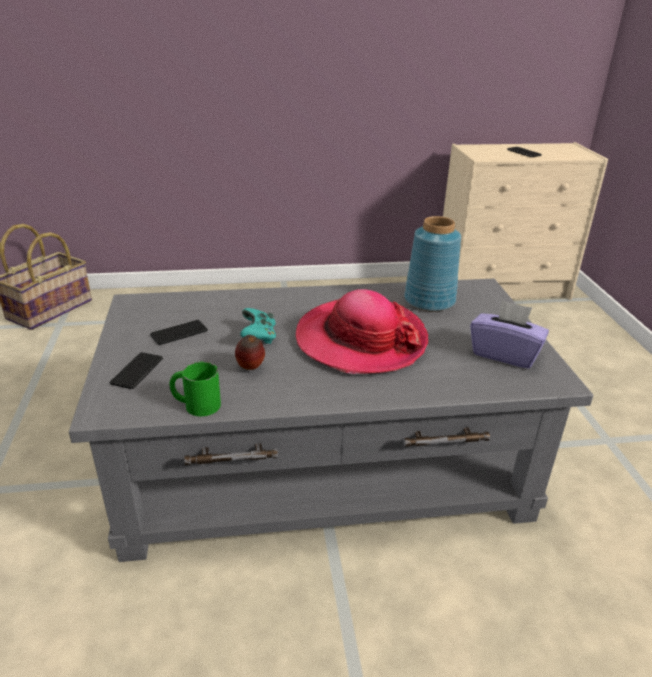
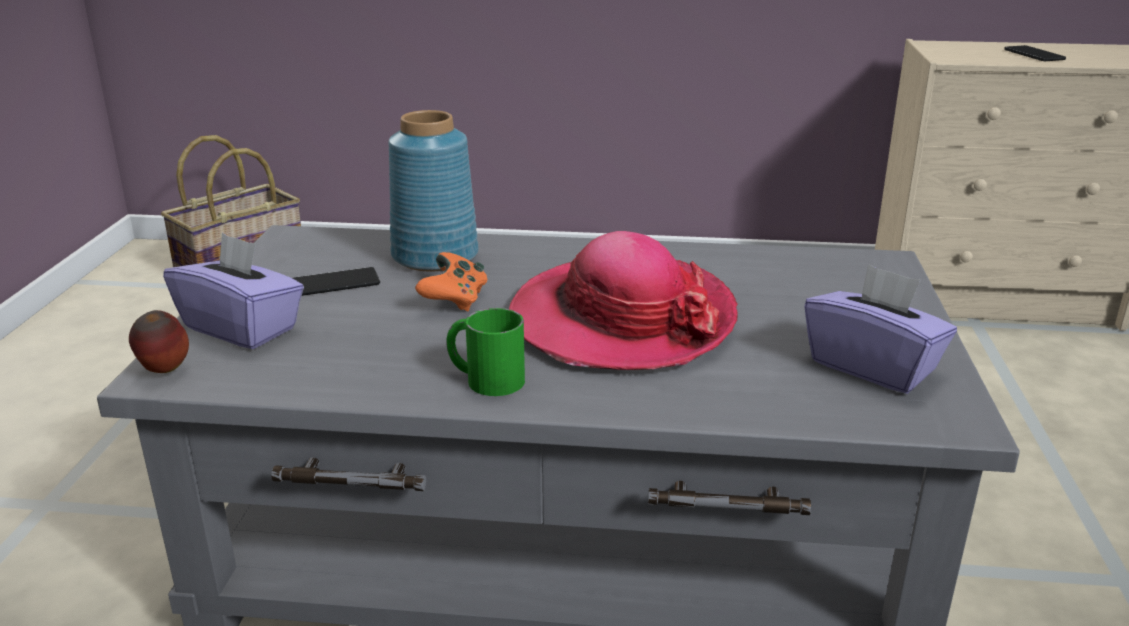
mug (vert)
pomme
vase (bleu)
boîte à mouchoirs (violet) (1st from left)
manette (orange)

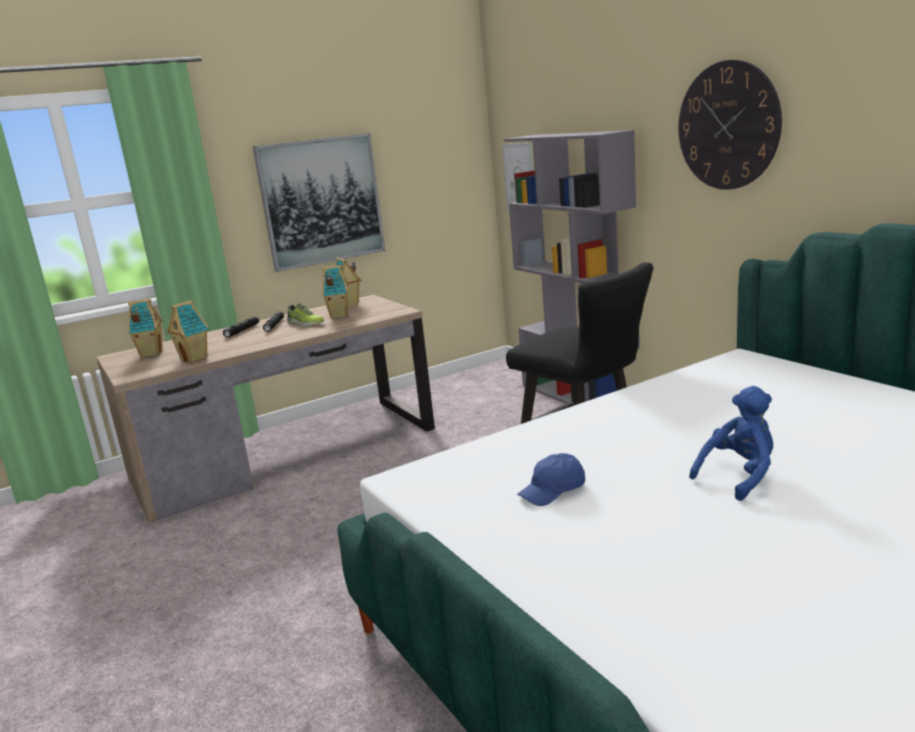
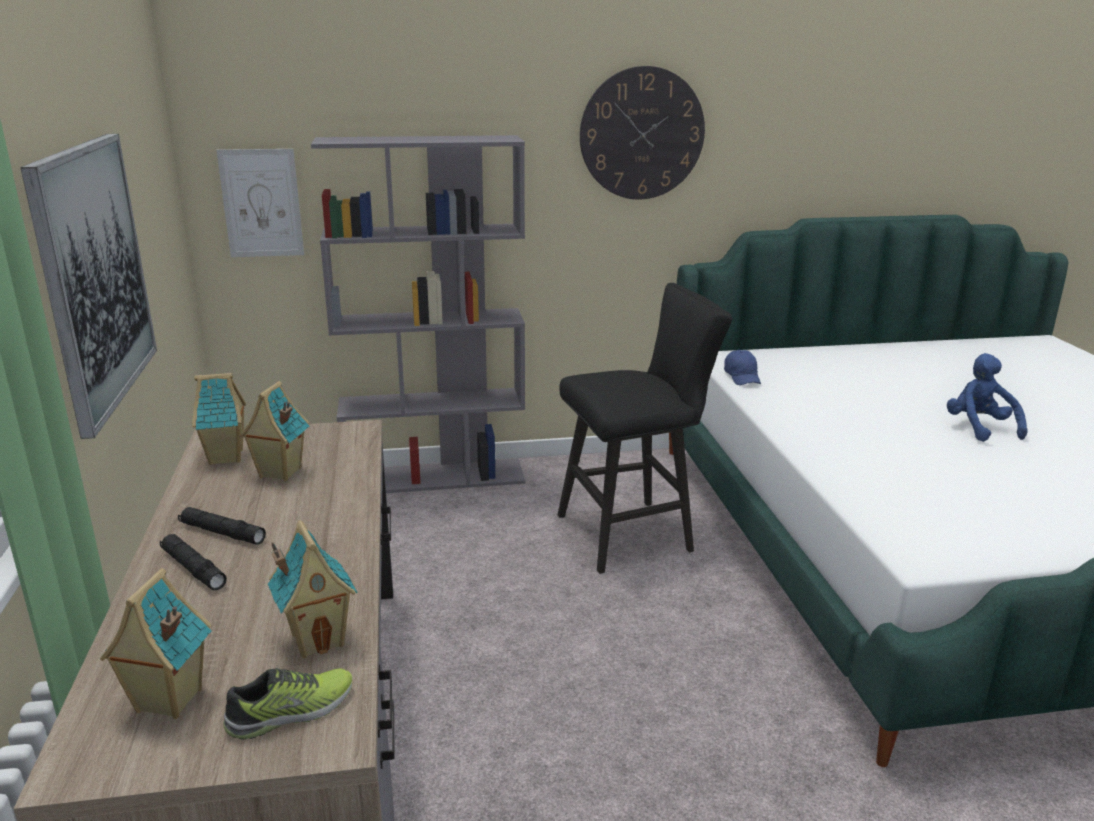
chaussure
casquette (bleu)

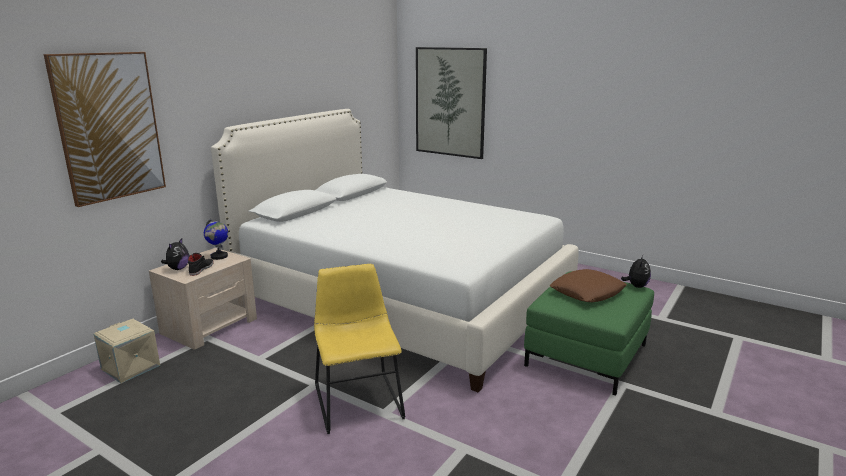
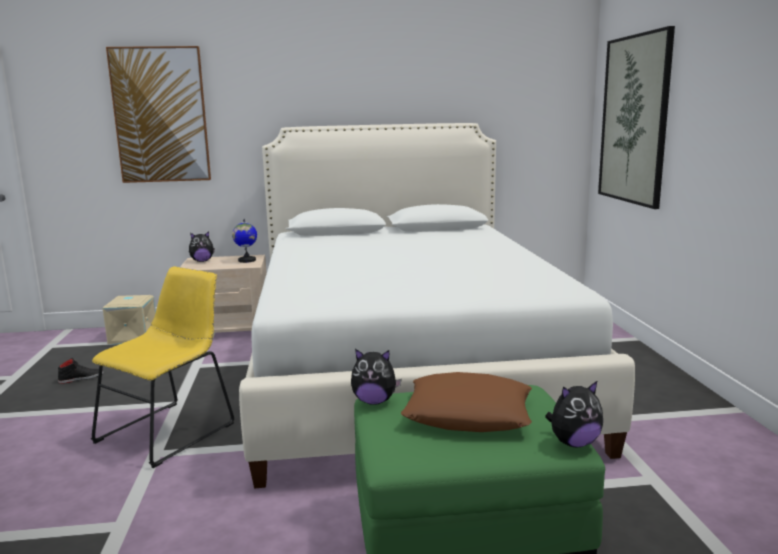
peluche (2nd from left)
chaussure (noir)

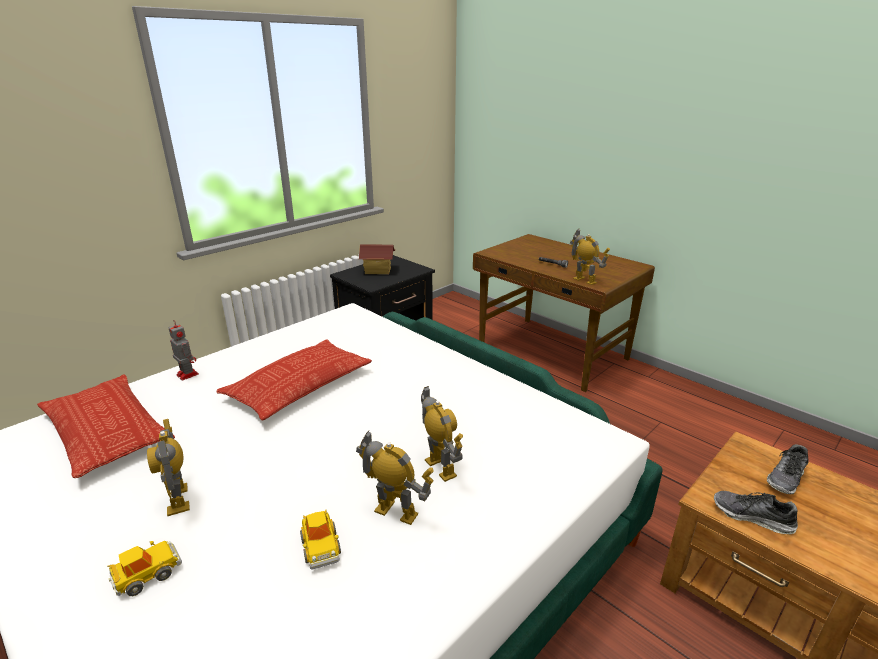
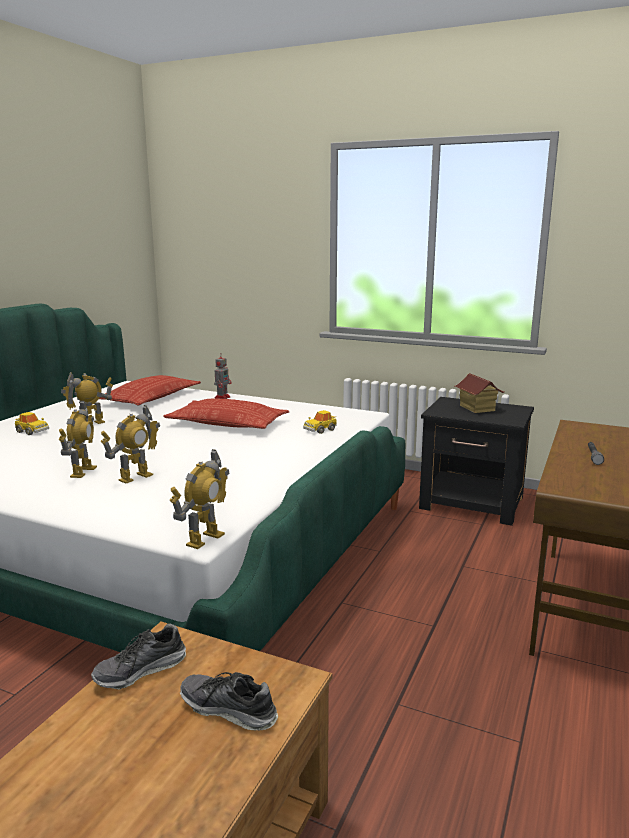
petite voiture (2nd from left)
robot jouet (4th from left)
chaussure (1st from left)

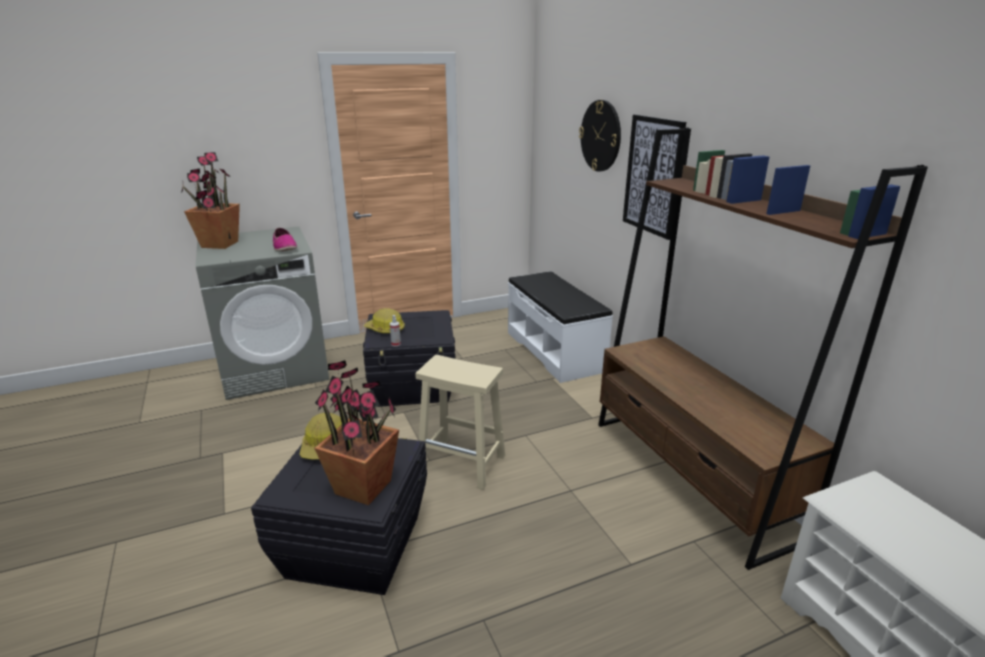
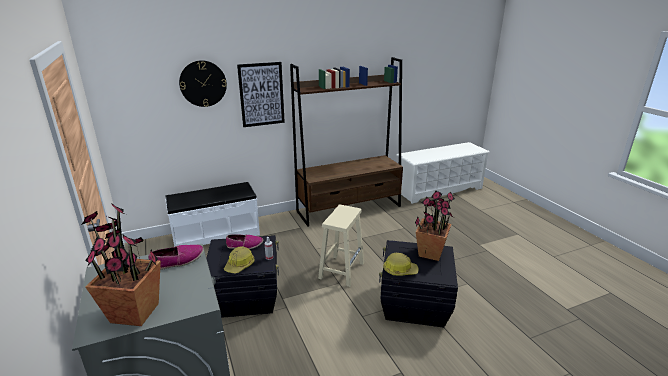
chaussure (2nd from left)

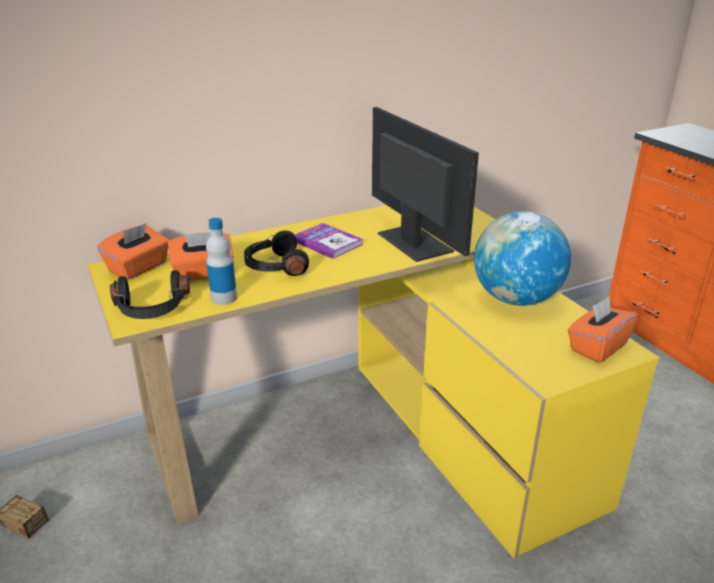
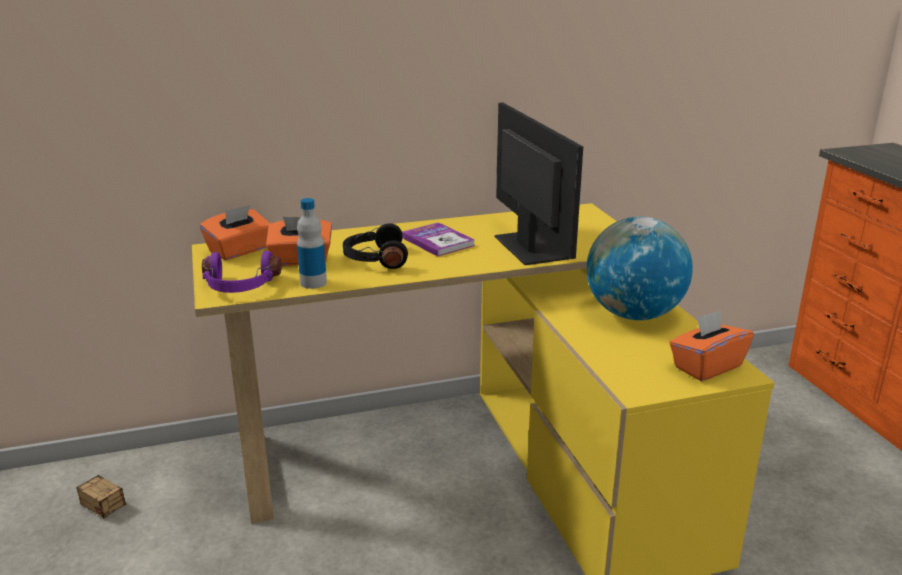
casque audio (violet)

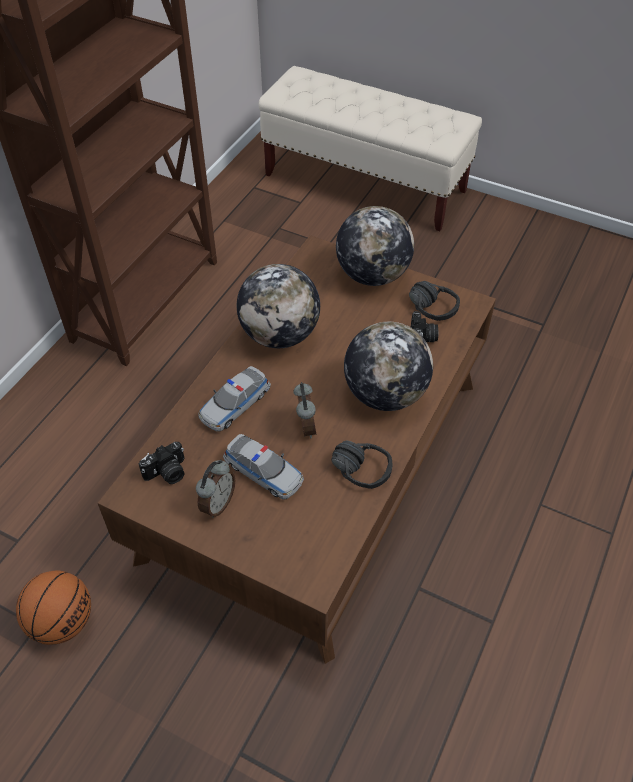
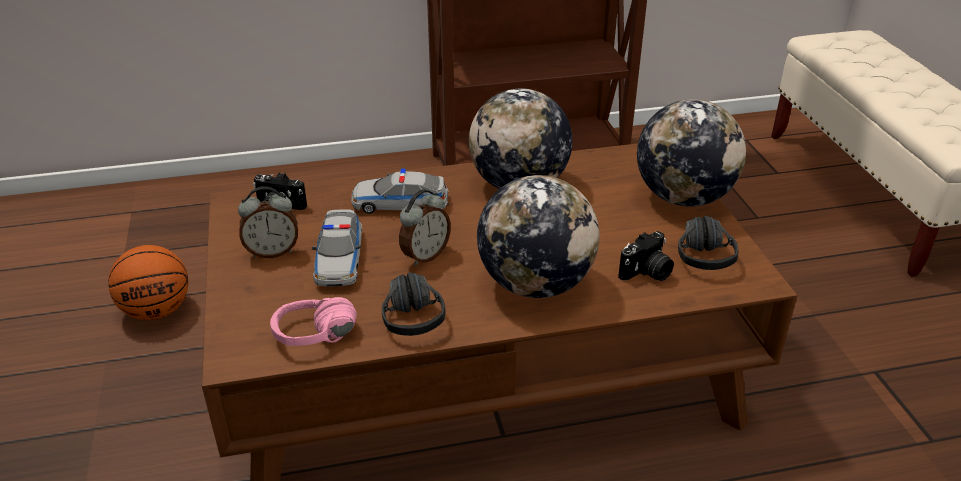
casque audio (rose)

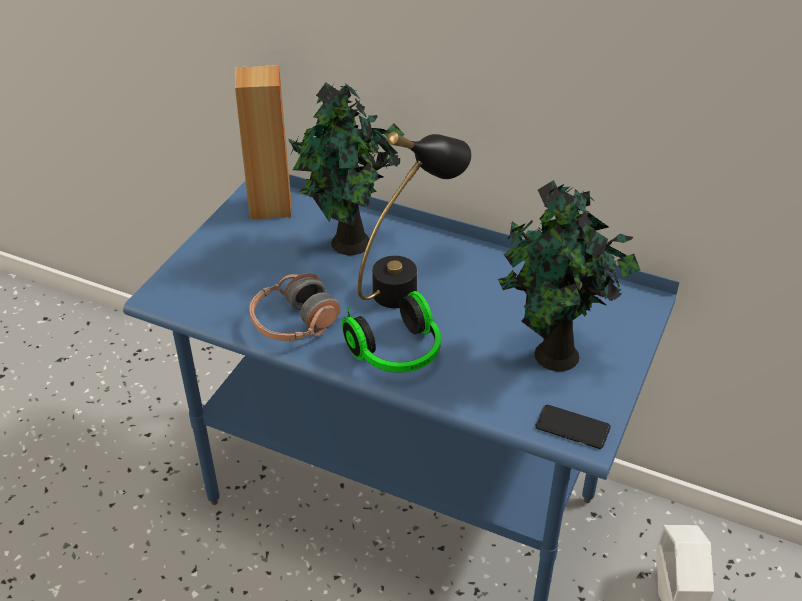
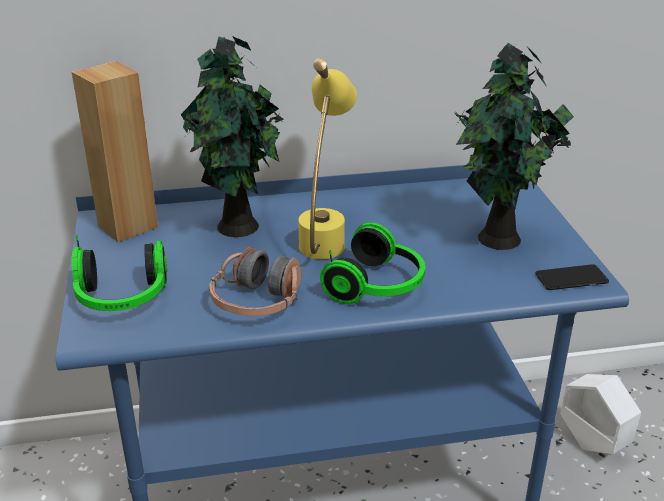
casque audio (1st from left)
lampe de table (jaune)

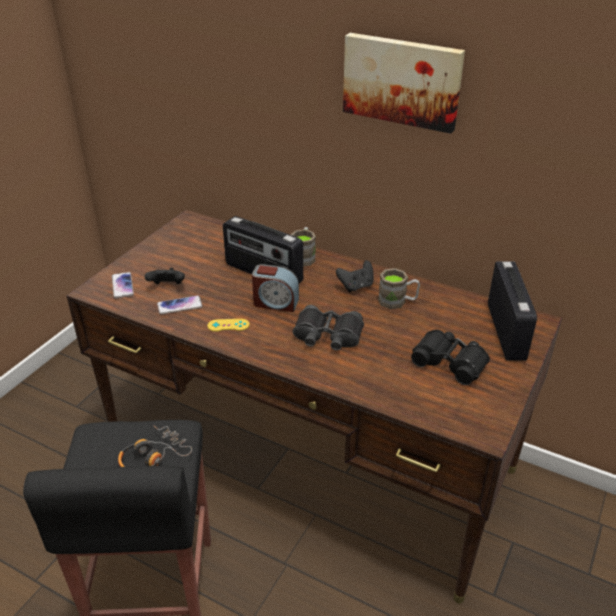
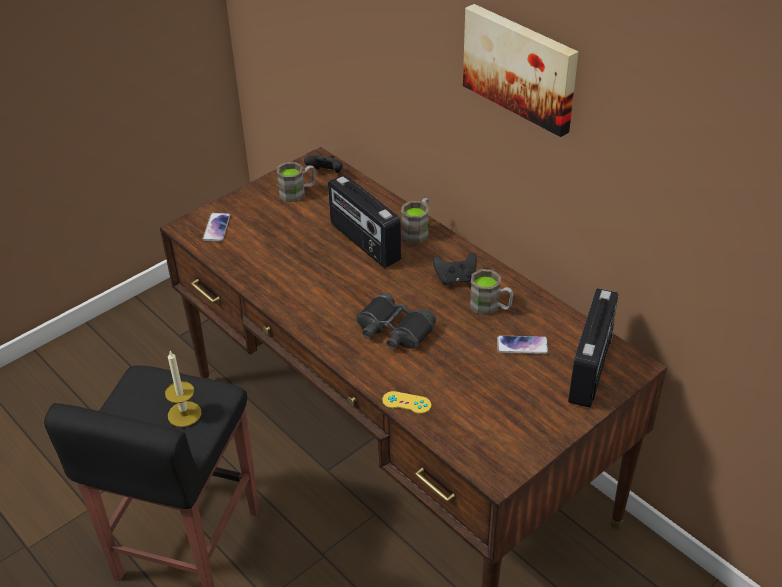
réveil
jumelles (noir) (2nd from left in the first image)
mug (marron) (1st from left)
manette (noir) (1st from left)
téléphone (2nd from left)
manette (jaune)
bougie

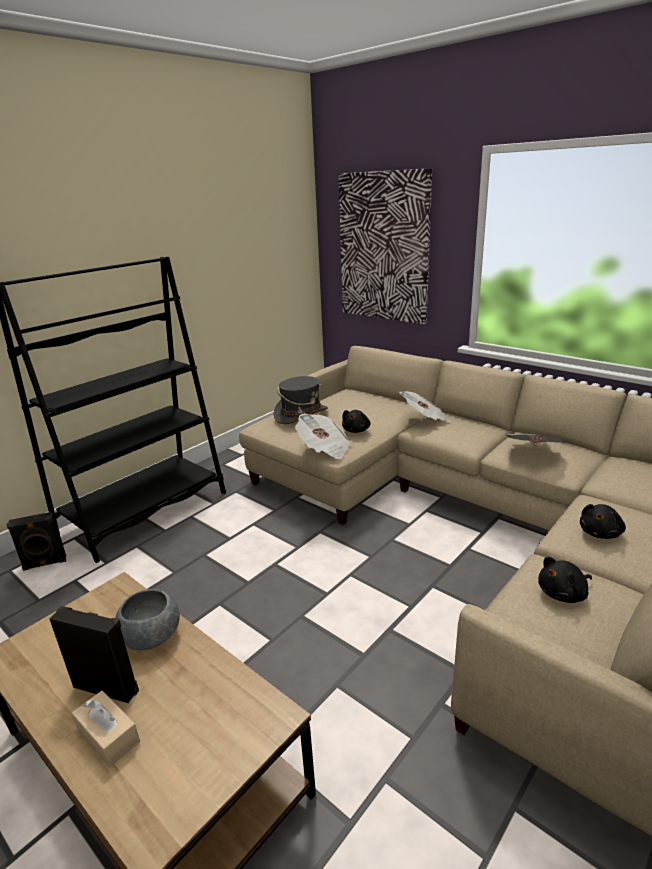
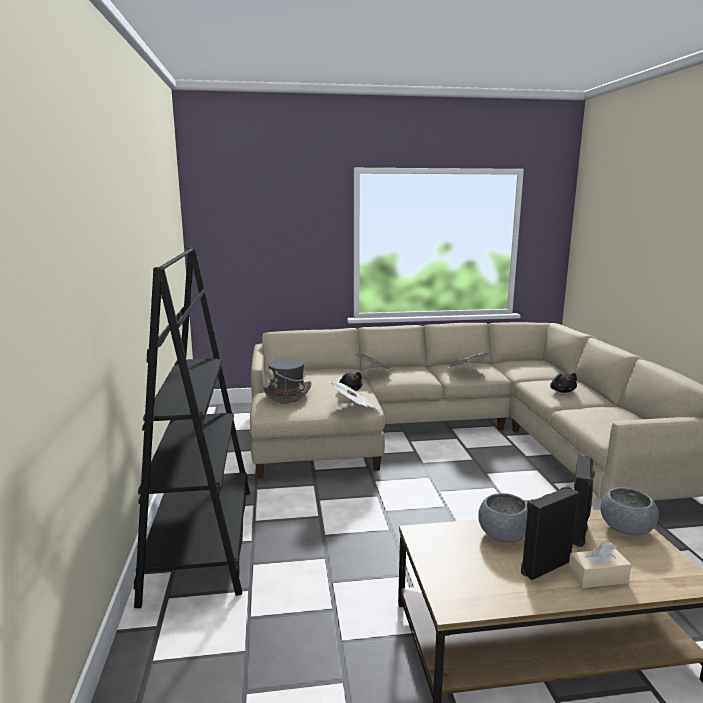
tableau
peluche (noir) (2nd from left in the first image)
bol (gris) (2nd from left)
enceinte (noir) (2nd from left)

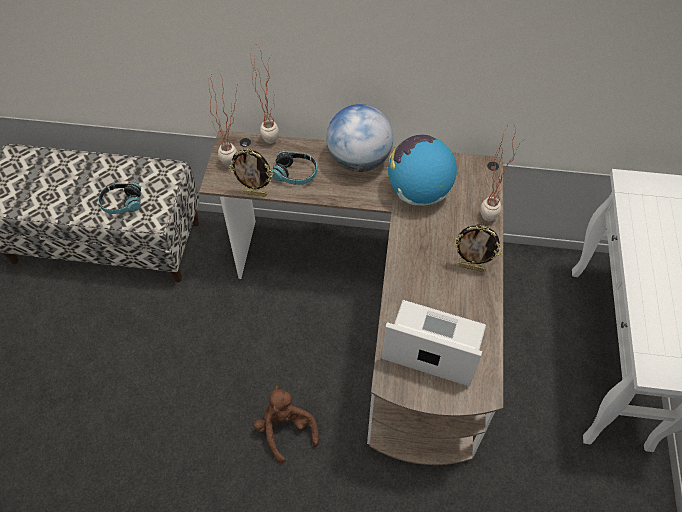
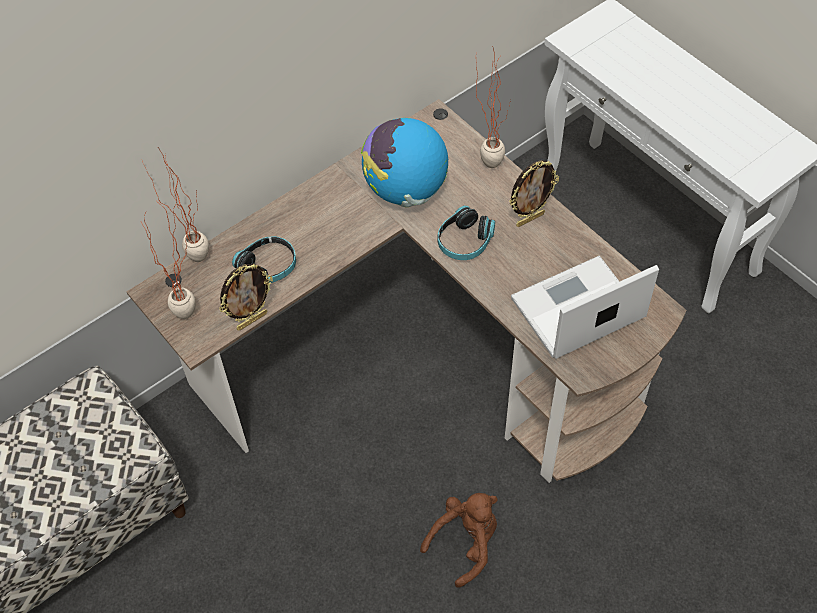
globe (1st from left in the first image)
casque audio (2nd from left)
peluche (marron)

